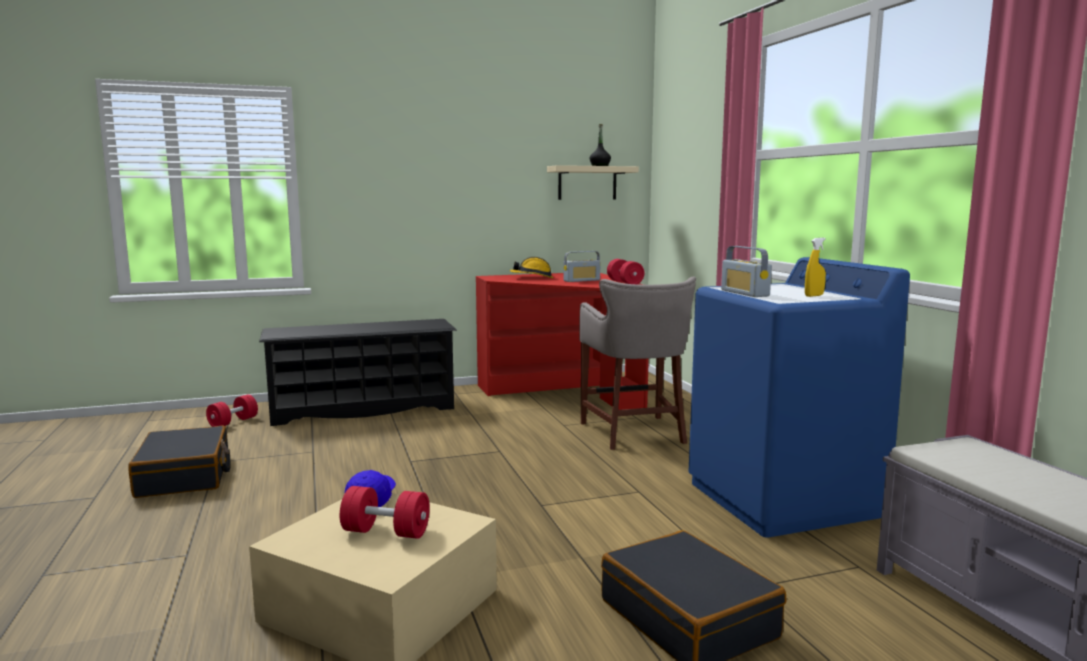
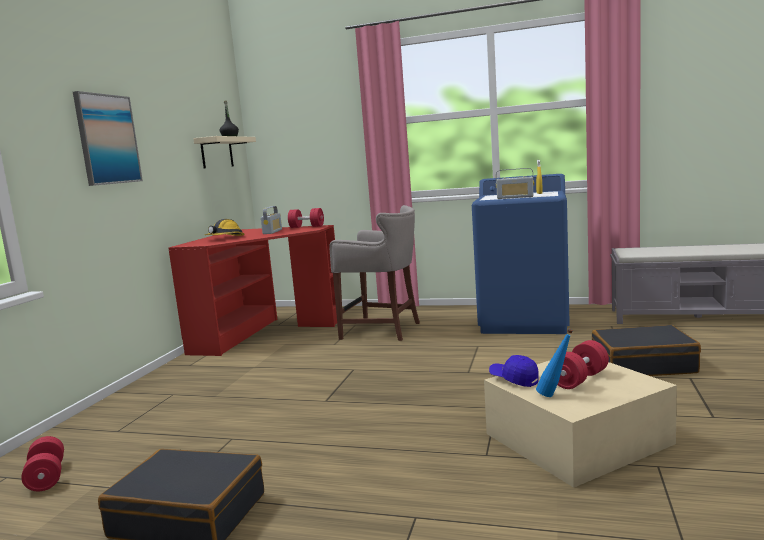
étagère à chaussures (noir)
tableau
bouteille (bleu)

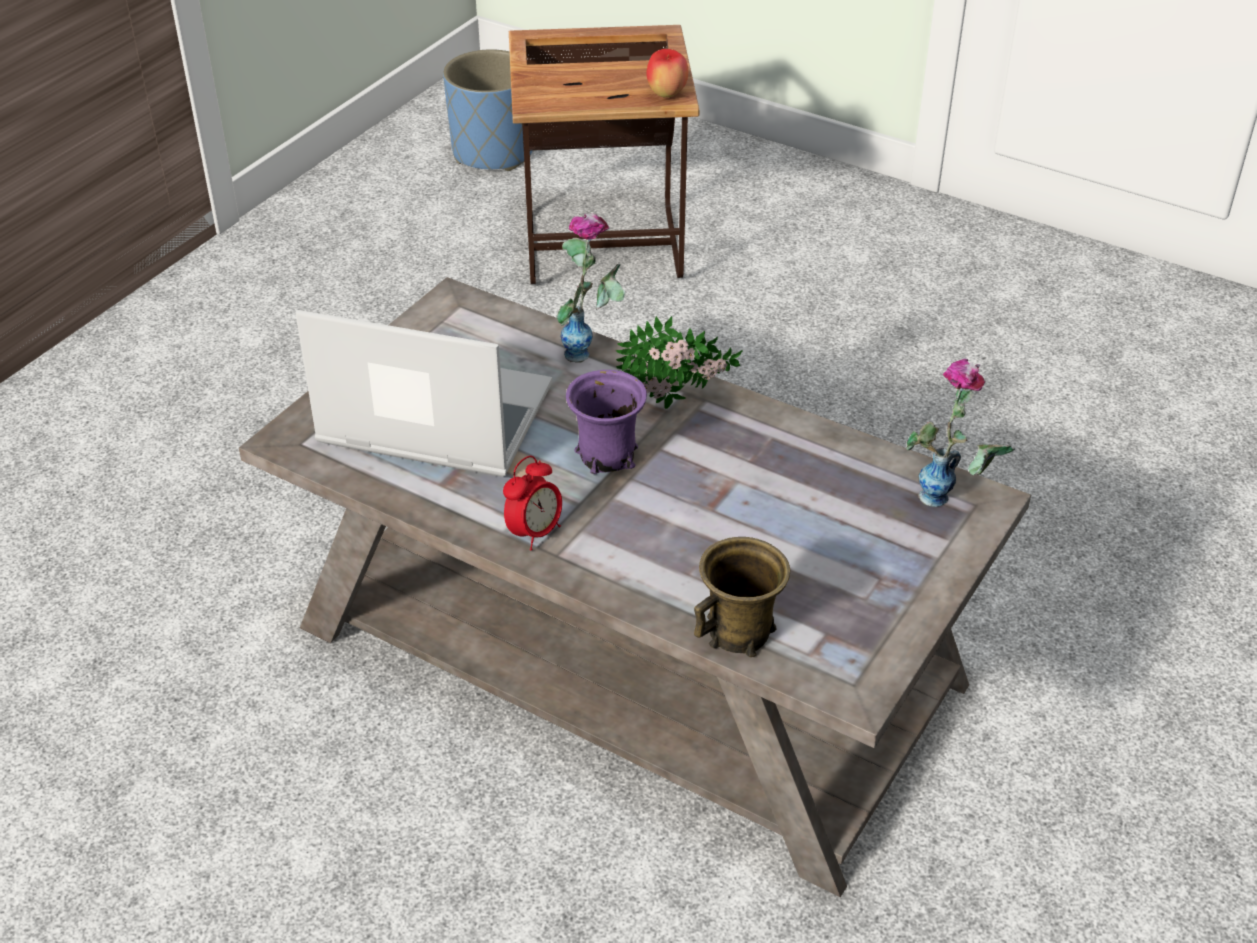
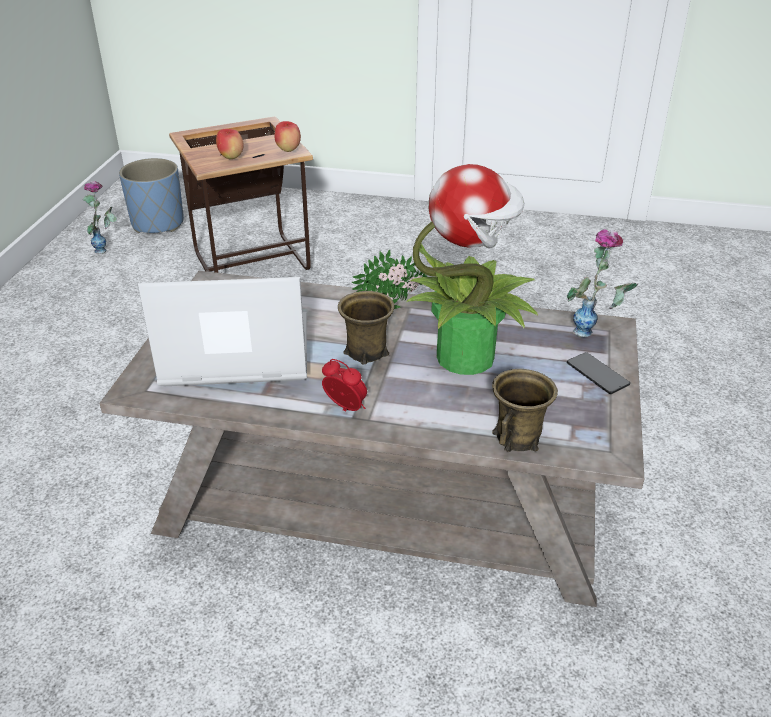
pomme (1st from left)
plante en pot (2nd from left)
téléphone
vase (1st from left)
mug (marron) (1st from left)
réveil

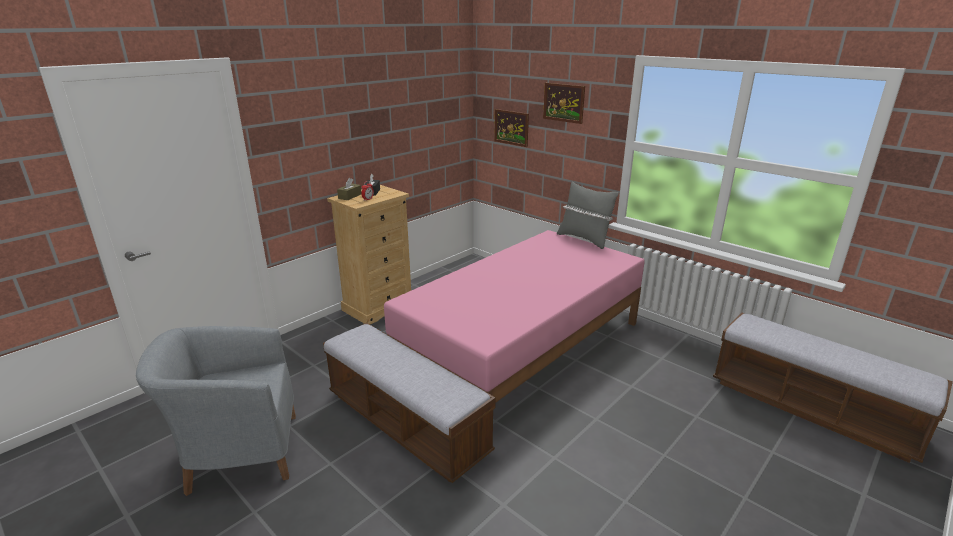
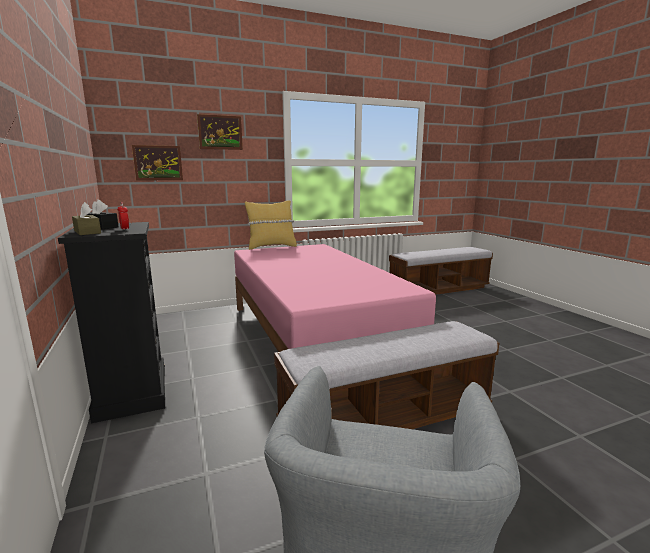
commode (noir)
coussin (jaune)

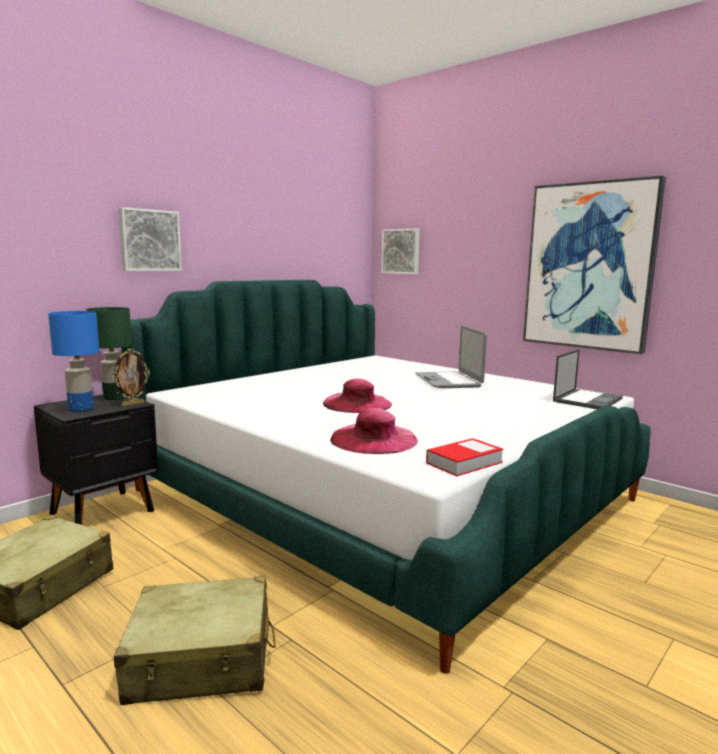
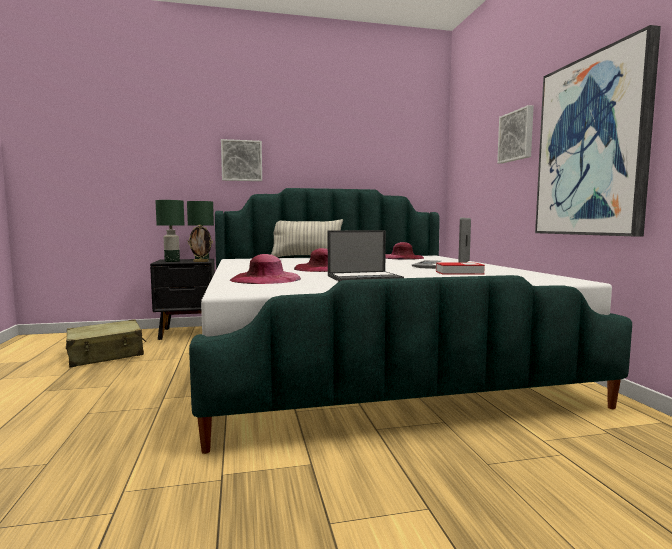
valise (beige) (2nd from left in the first image)
coussin
chapeau (rose) (3rd from left)
tableau (2nd from left)
livre
ordinateur portable (1st from left)
lampe de table (vert) (1st from left)

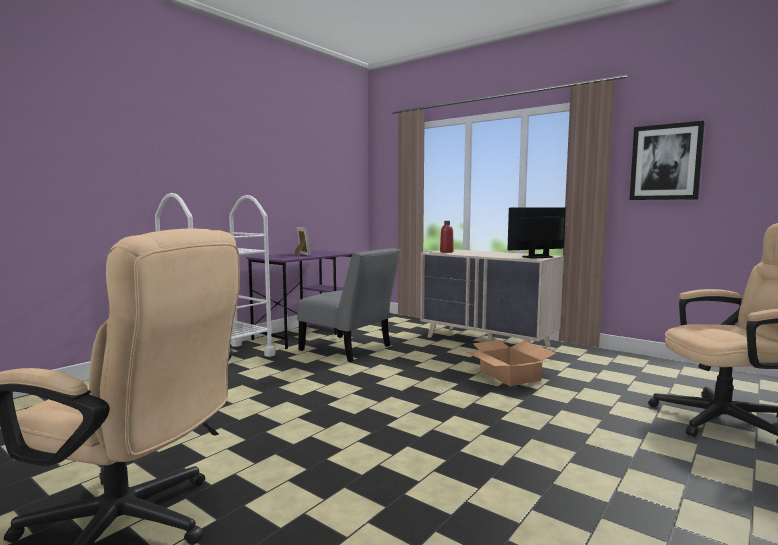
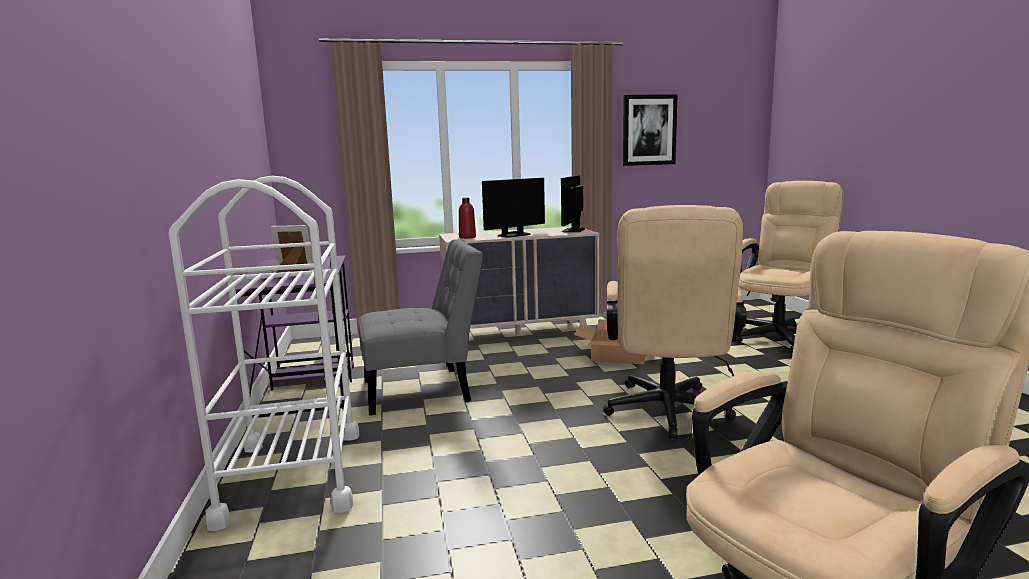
écran d'ordinateur (1st from left)
chaise de bureau (beige) (1st from left)

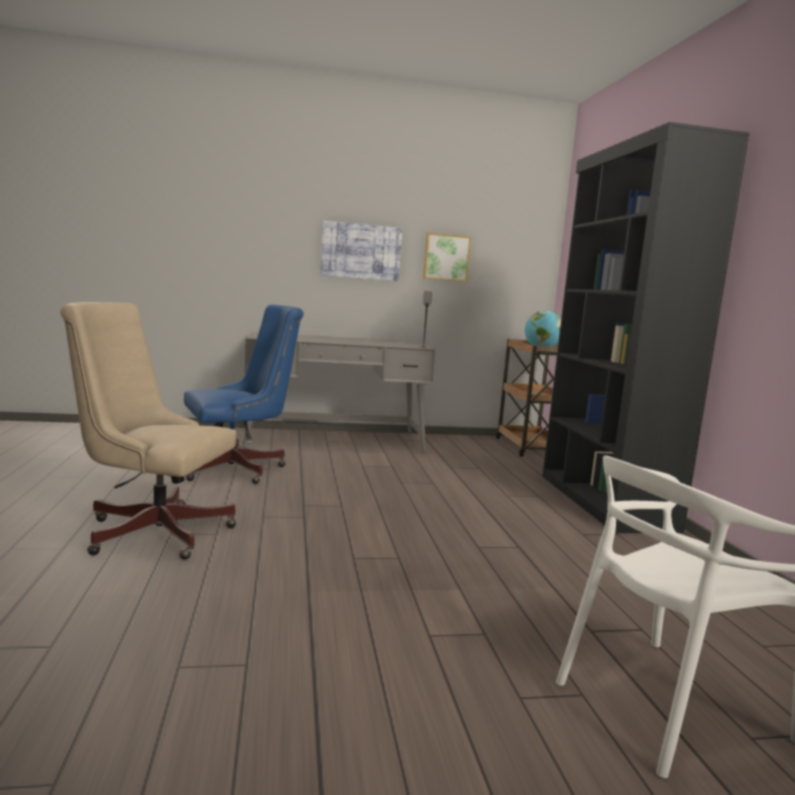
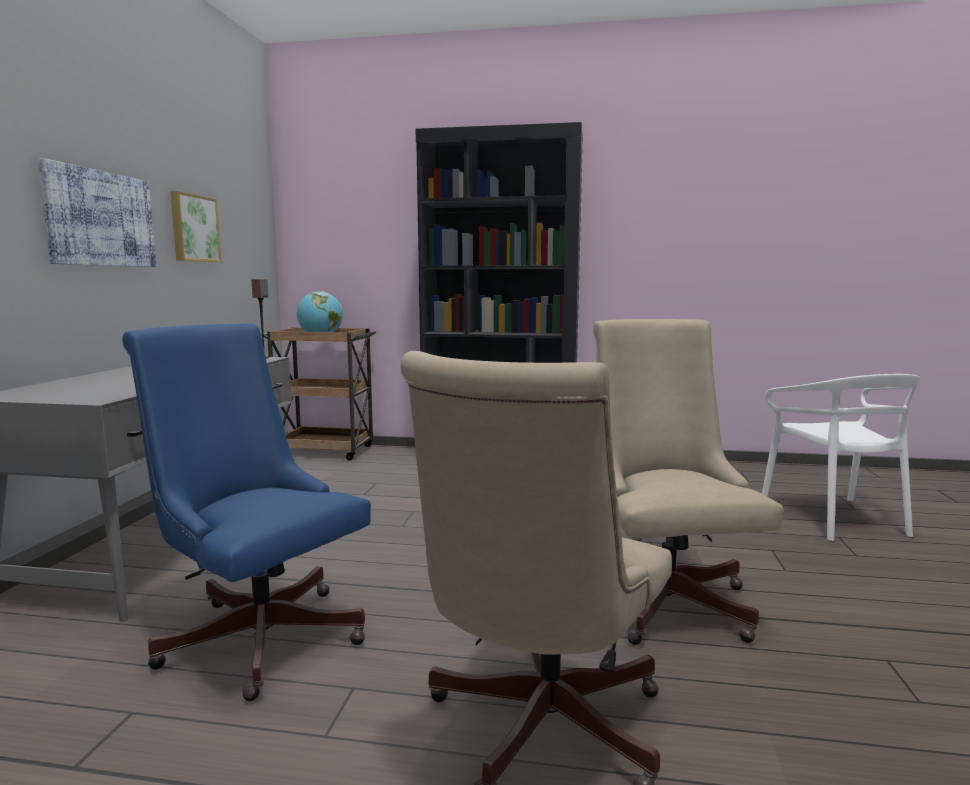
chaise de bureau (beige) (2nd from left)
chaise de bureau (bleu)

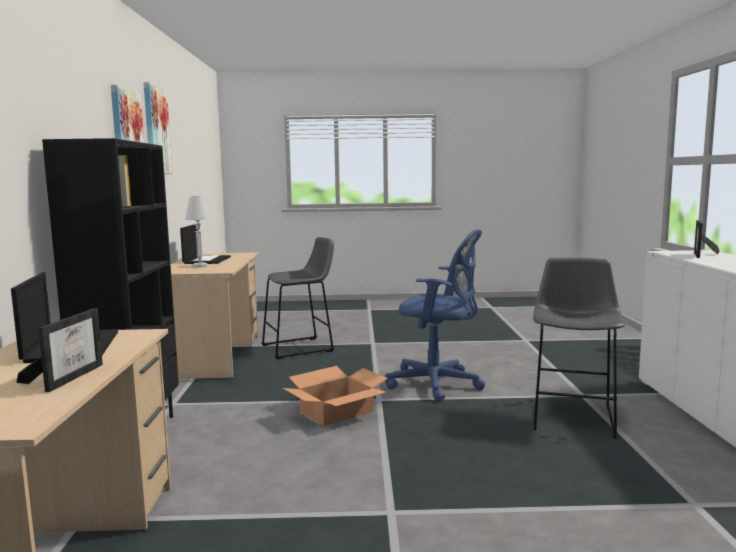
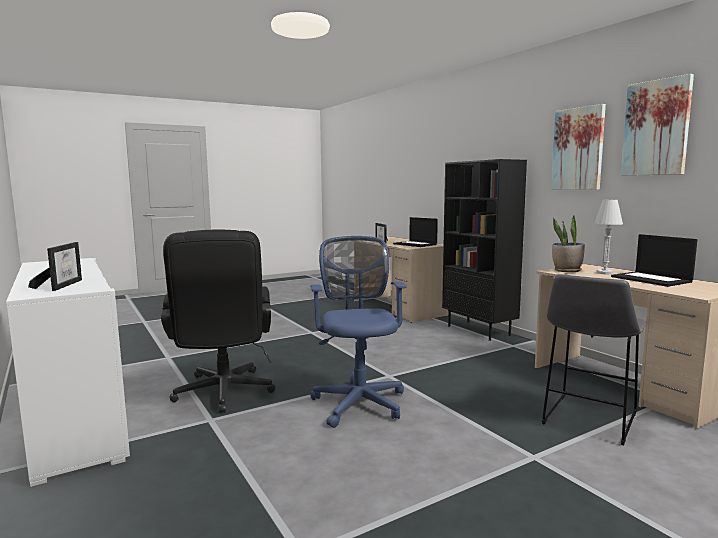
carton
plante en pot
chaise de bureau (noir)
chaise de bureau (bleu)

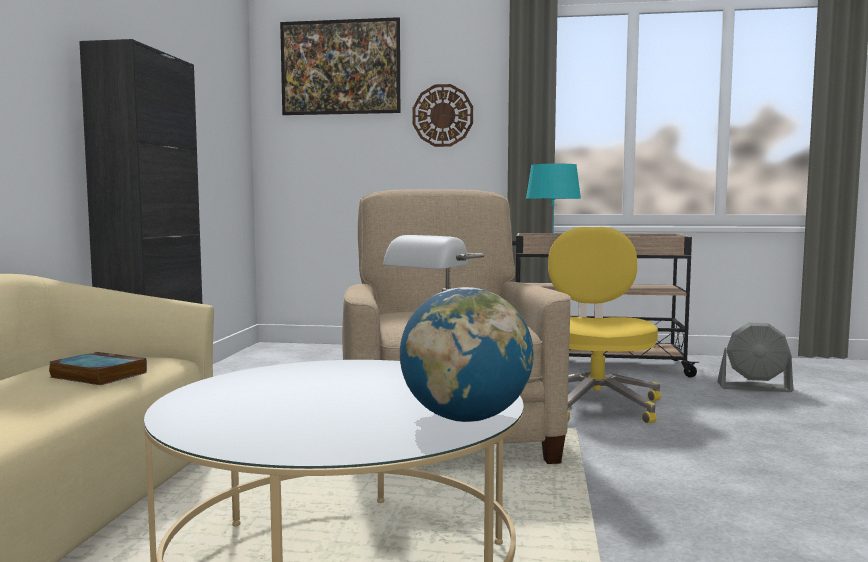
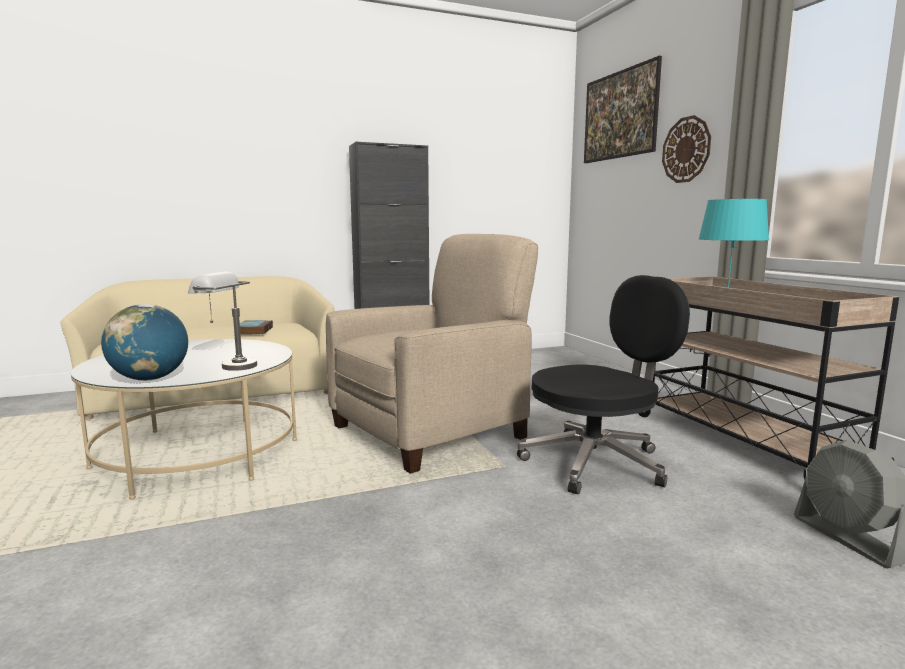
chaise de bureau (noir)

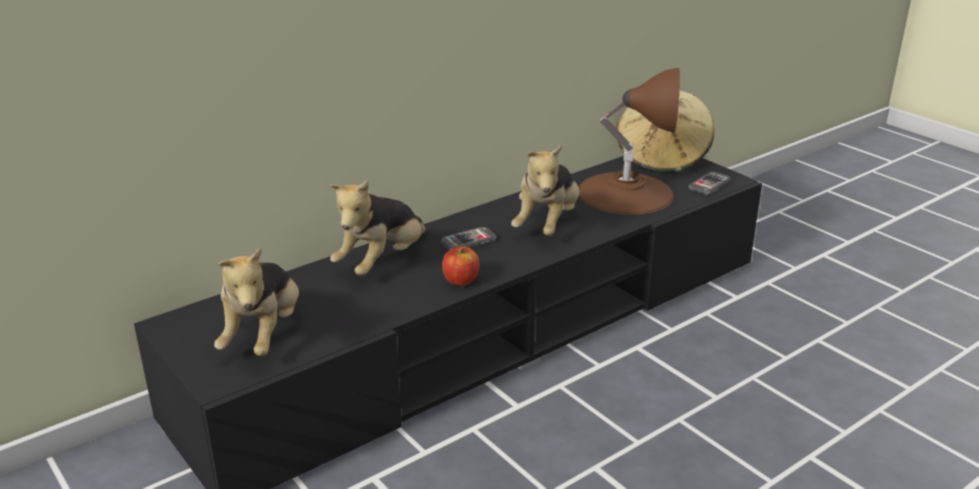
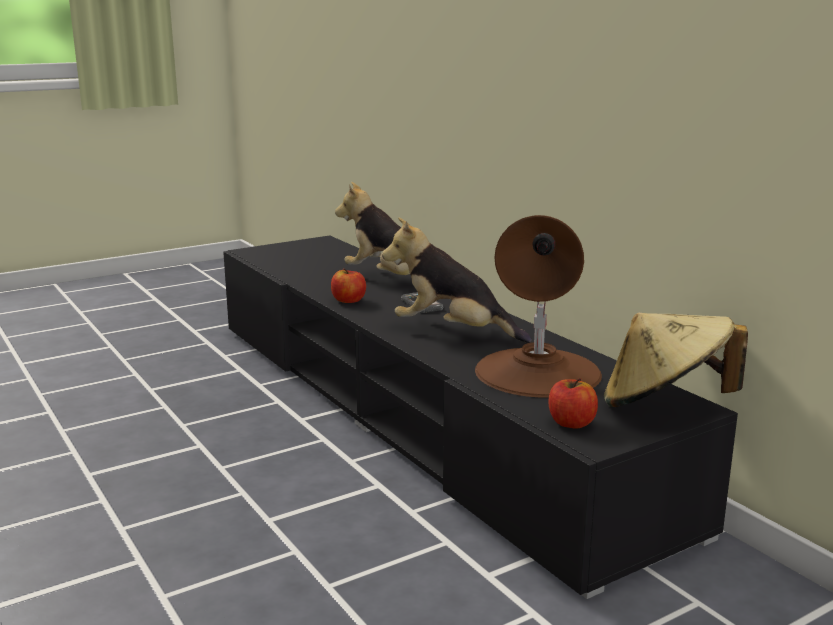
peluche (1st from left in the first image)
pomme (2nd from left)

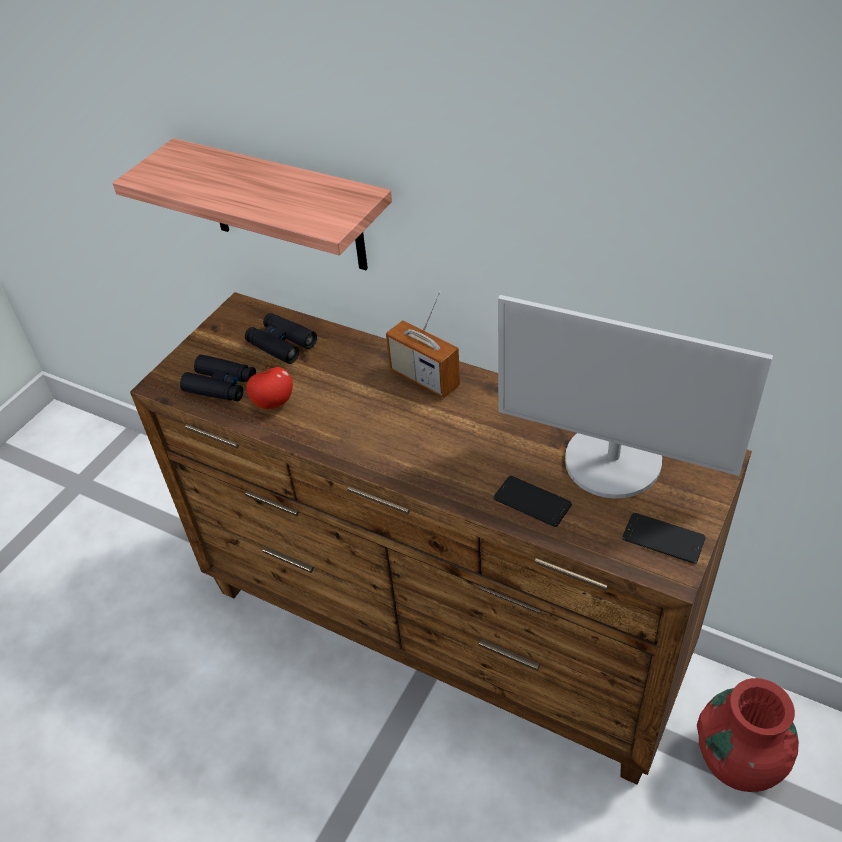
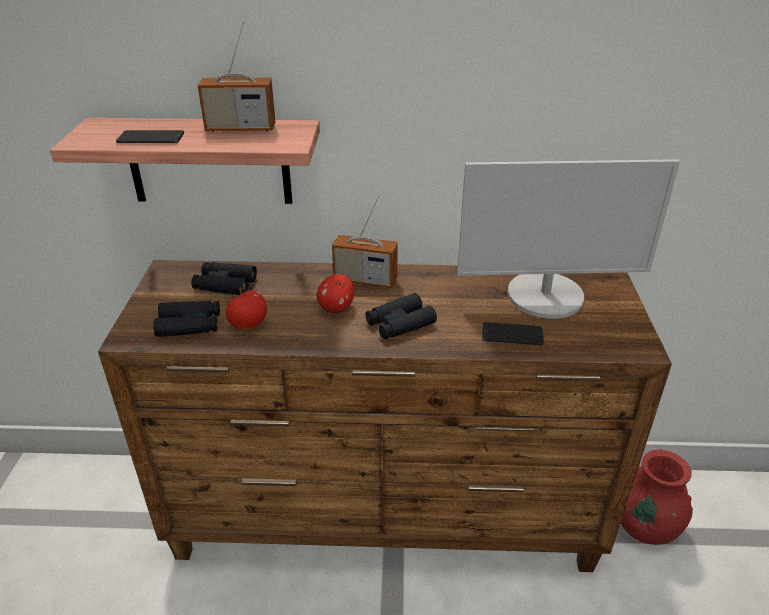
radio (1st from left)
pomme (2nd from left)
jumelles (noir) (3rd from left)
téléphone (1st from left)

